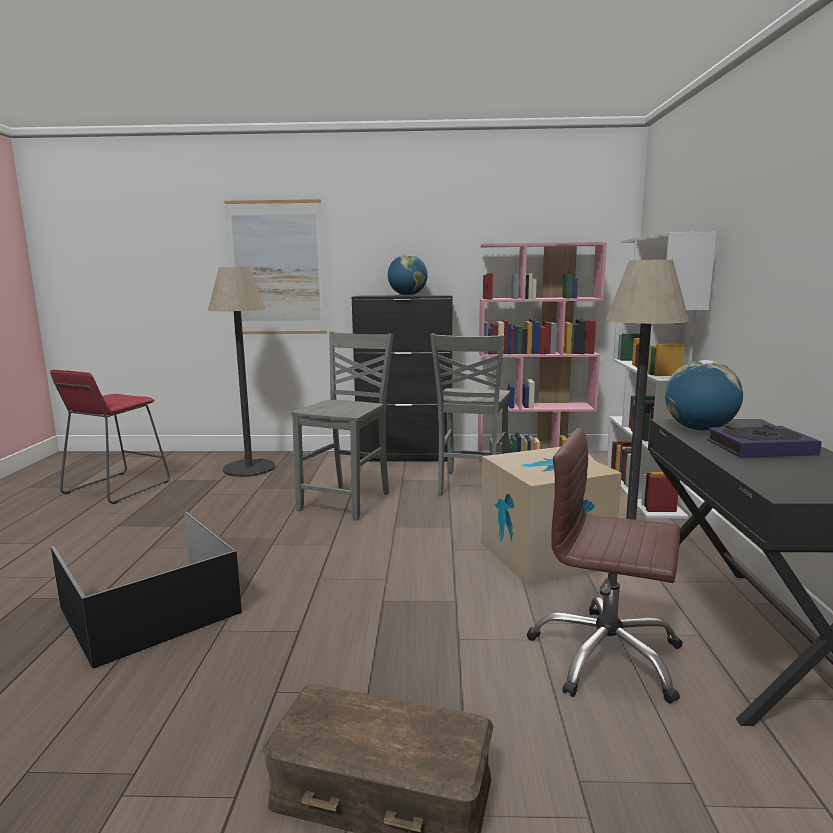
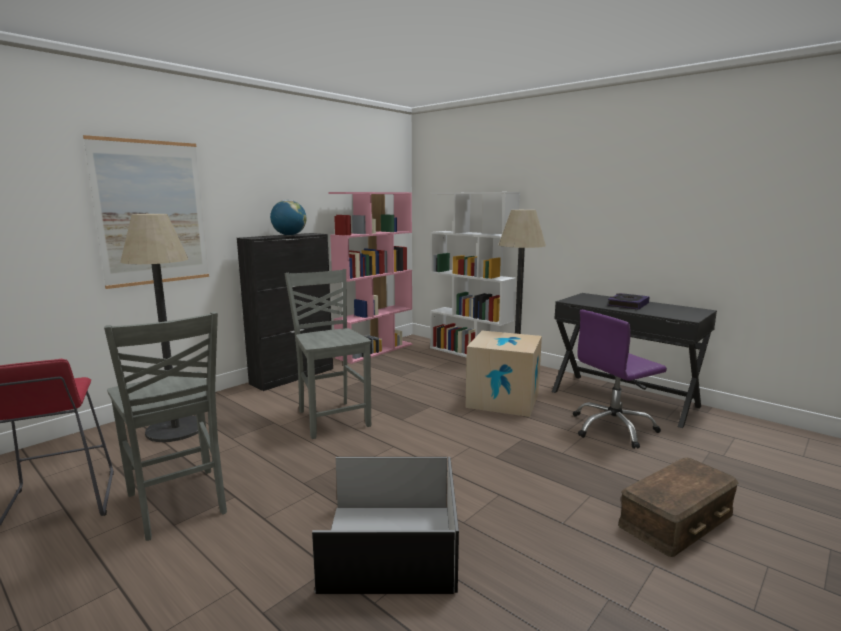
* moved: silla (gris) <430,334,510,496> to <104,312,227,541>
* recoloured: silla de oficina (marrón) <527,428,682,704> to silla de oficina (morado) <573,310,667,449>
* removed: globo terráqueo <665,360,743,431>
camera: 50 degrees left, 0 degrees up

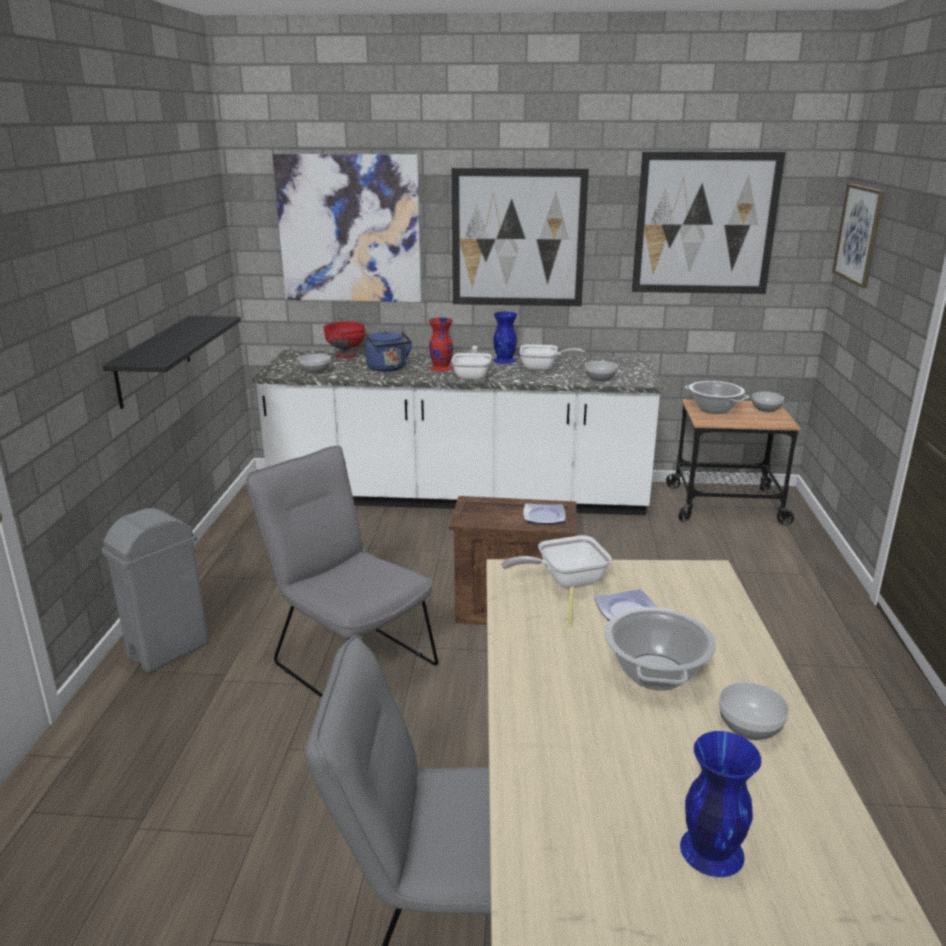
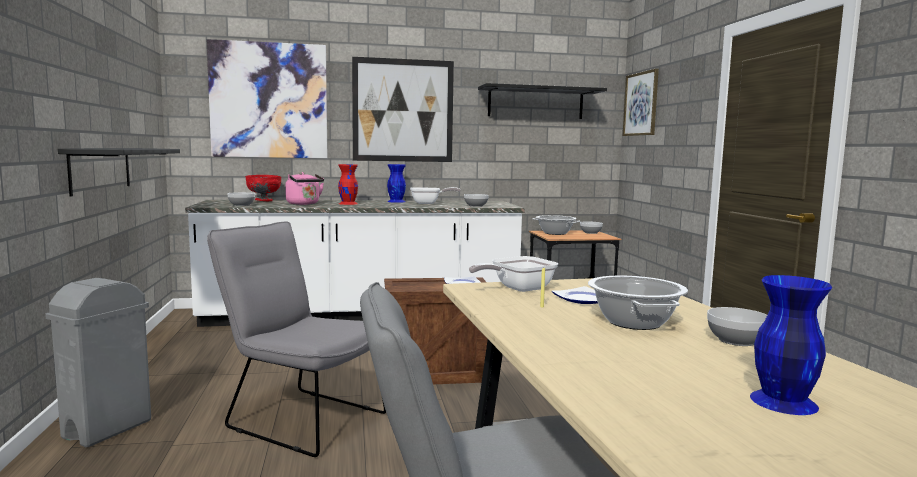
* recoloured: hervidor (azul) <366,330,412,372> to hervidor (rosa) <285,172,324,205>
* replaced: cuadro <632,152,786,294> to estante (negro) <478,83,607,119>
* removed: sartén <451,346,492,380>
camera: 15 degrees left, 15 degrees down

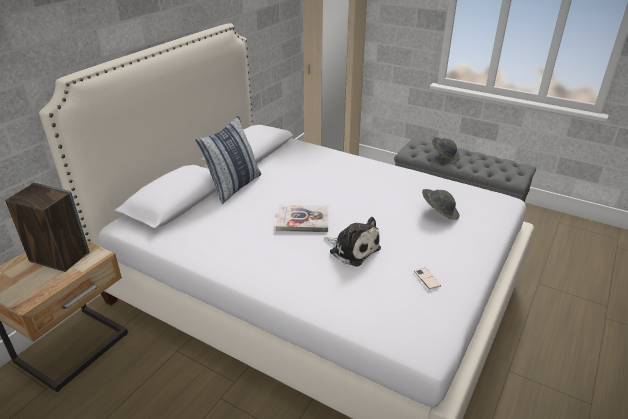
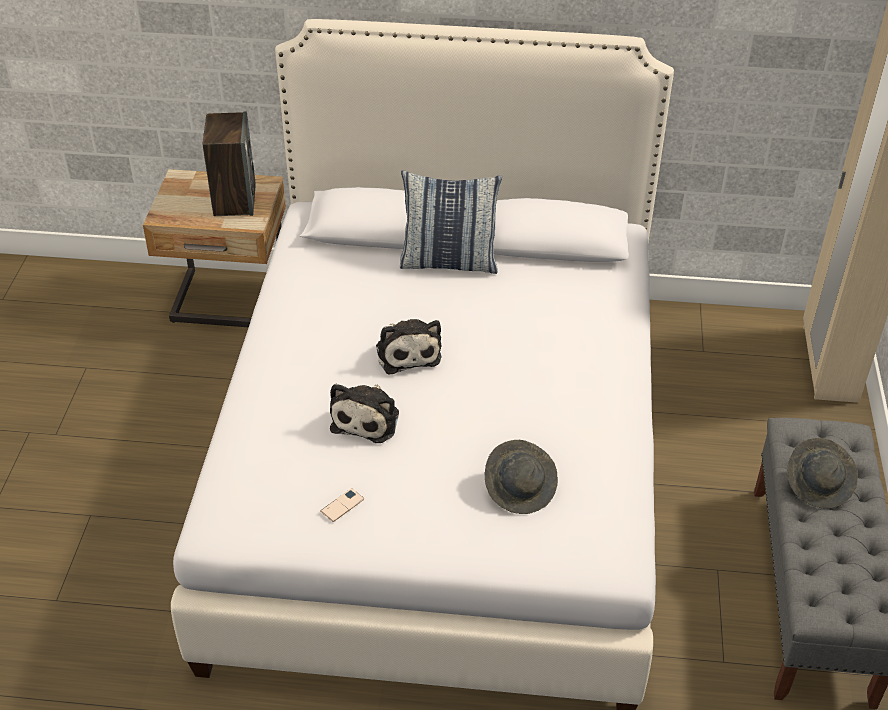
* replaced: libro <276,204,329,232> to peluche <376,319,442,375>
camera: 65 degrees right, 10 degrees up

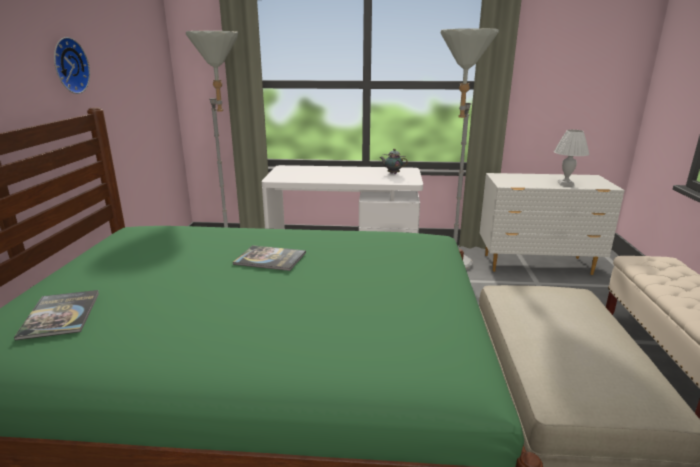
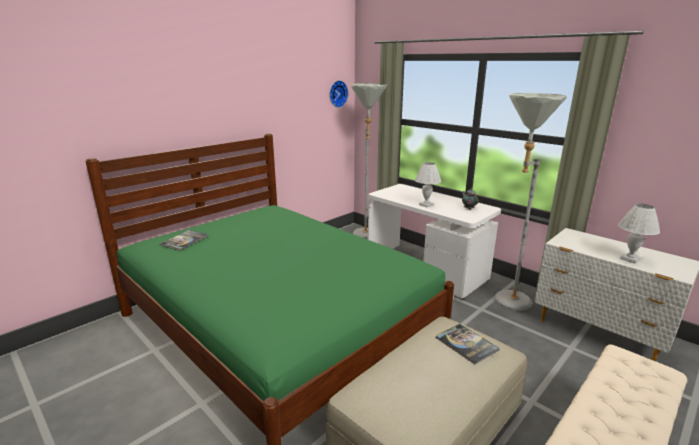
* moved: reloj de pared <54,37,90,94> to <329,80,348,108>
* added: lámpara de mesa (blanco) <415,162,441,207>
* moved: libro <233,245,306,271> to <436,324,500,364>
camera: 40 degrees right, 0 degrees up

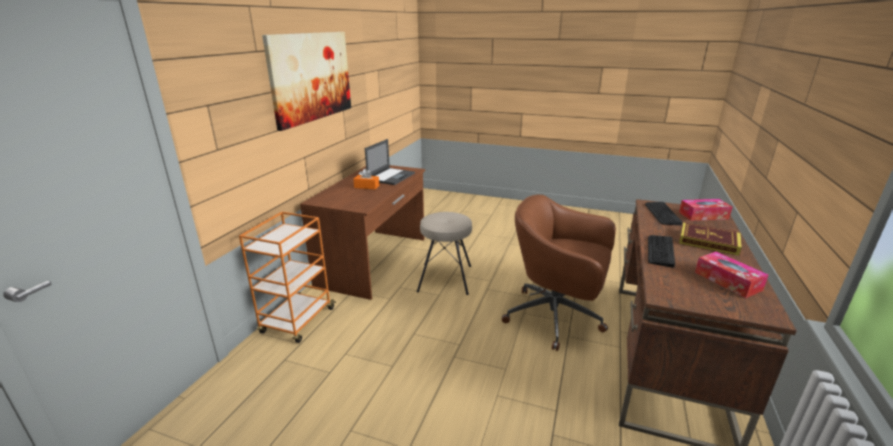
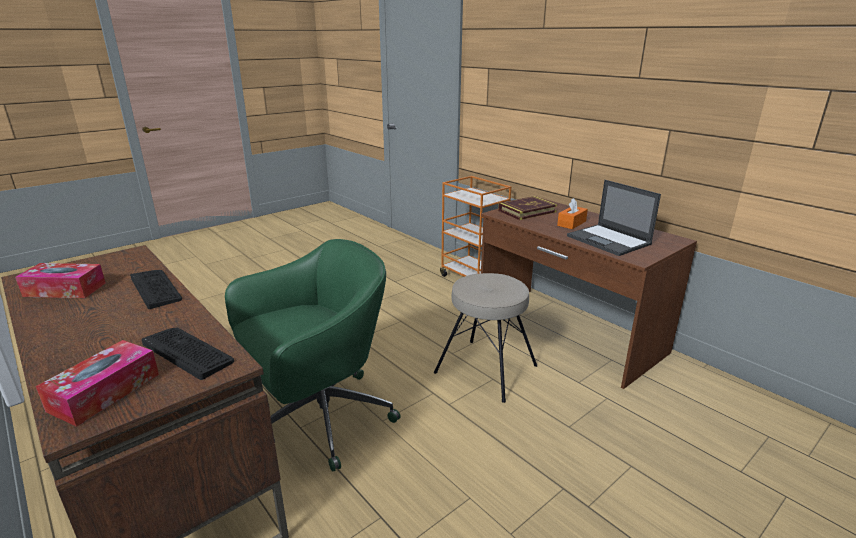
* recoloured: silla de oficina (marrón) <502,195,616,351> to silla de oficina (verde) <225,239,401,471>
* moved: libro <679,222,742,256> to <498,196,557,220>
* removed: cuadro <262,32,351,131>
camera: 120 degrees right, 0 degrees up

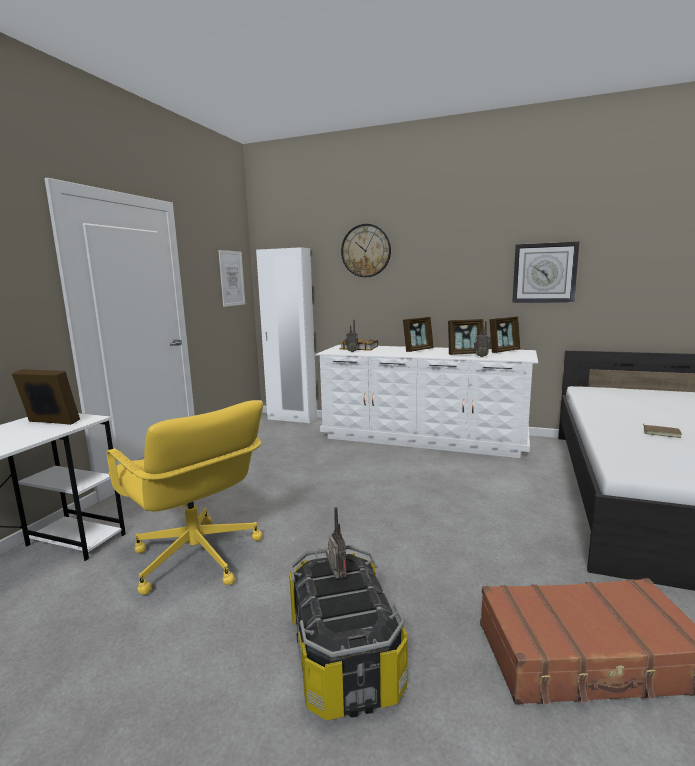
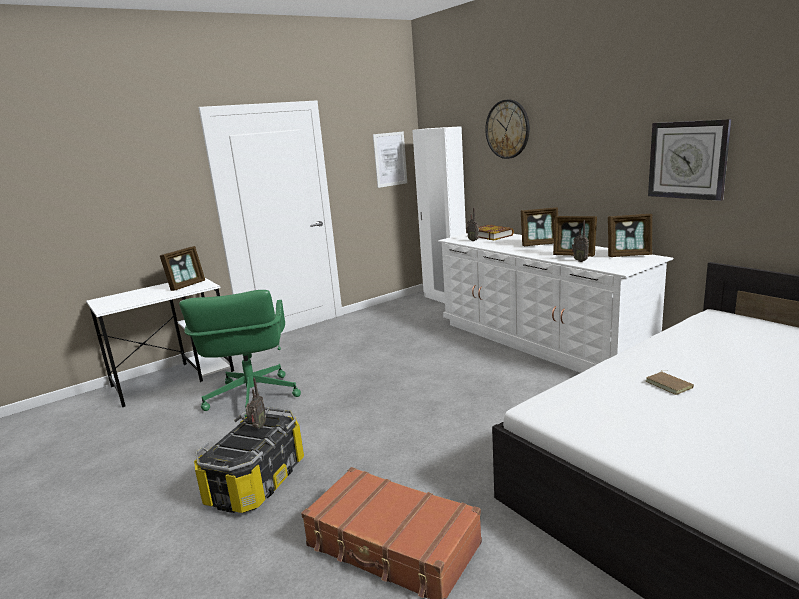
* turned: portarretratos <12,369,80,425> = <160,246,205,291> 75 degrees clockwise
* recoloured: silla de oficina (amarillo) <107,400,263,595> to silla de oficina (verde) <179,290,301,418>
camera: 35 degrees right, 5 degrees up

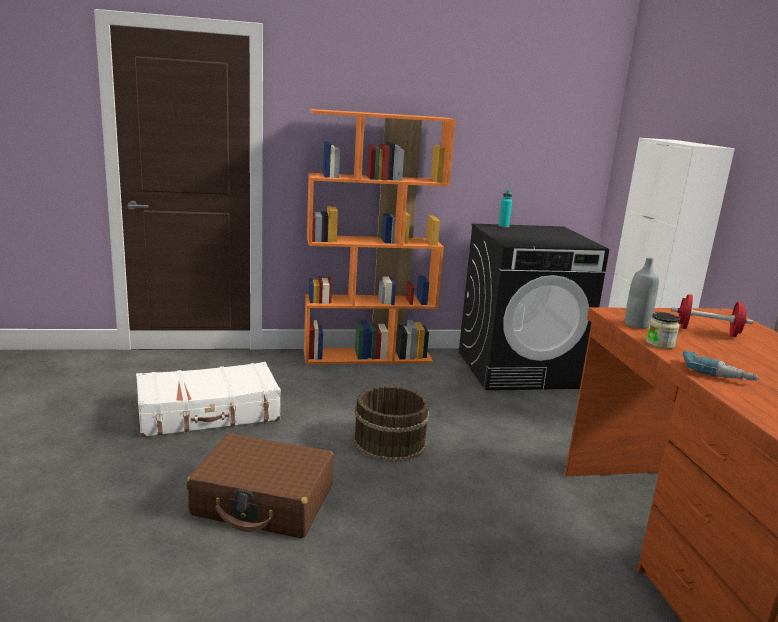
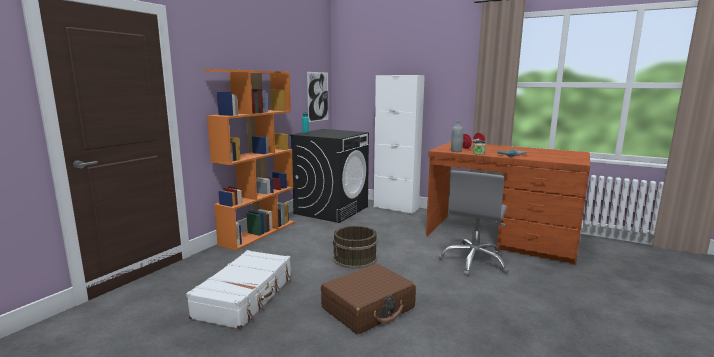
* added: cuadro <307,72,328,122>
* added: silla de oficina (gris) <438,170,509,276>
camera: 50 degrees left, 5 degrees down

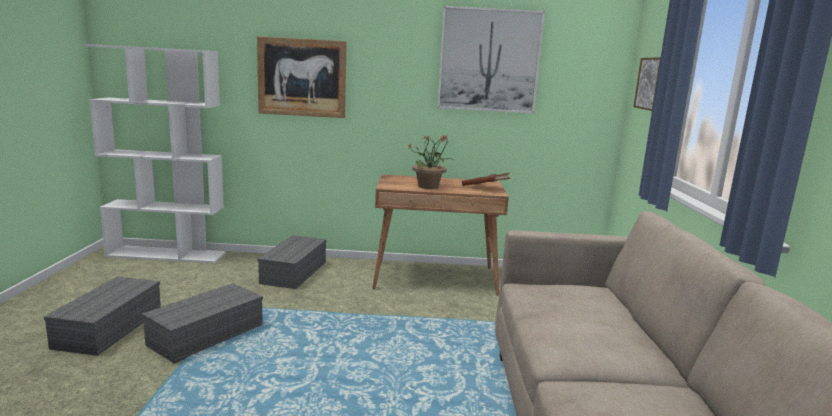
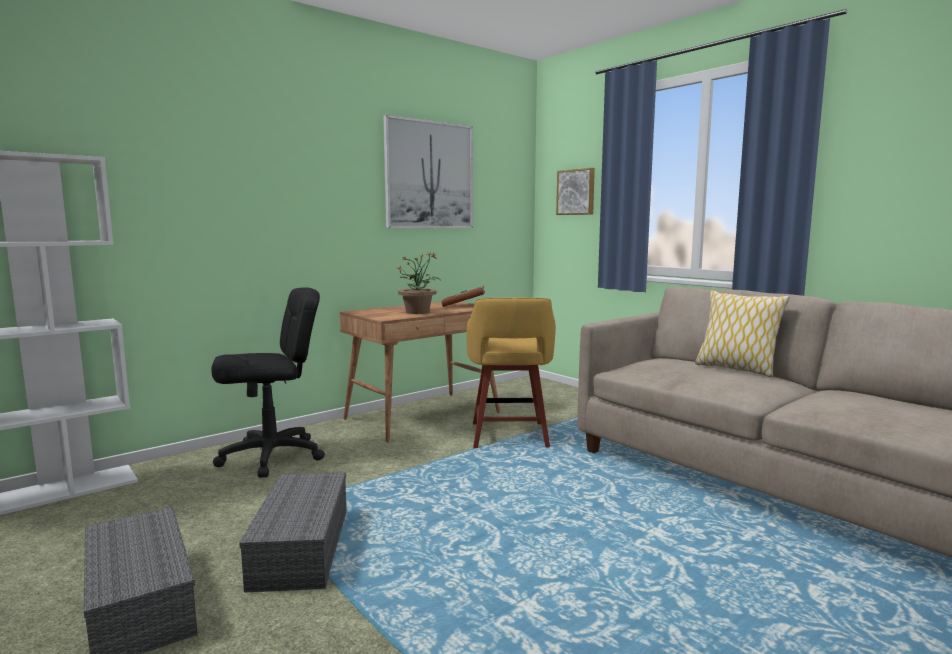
* replaced: caja de almacenaje (gris) <258,235,326,289> to silla de oficina (negro) <211,287,325,478>
* added: taburete (amarillo) <466,298,556,449>
* added: cojín <695,290,790,377>
* removed: cuadro <257,36,347,118>
camera: 40 degrees left, 5 degrees down

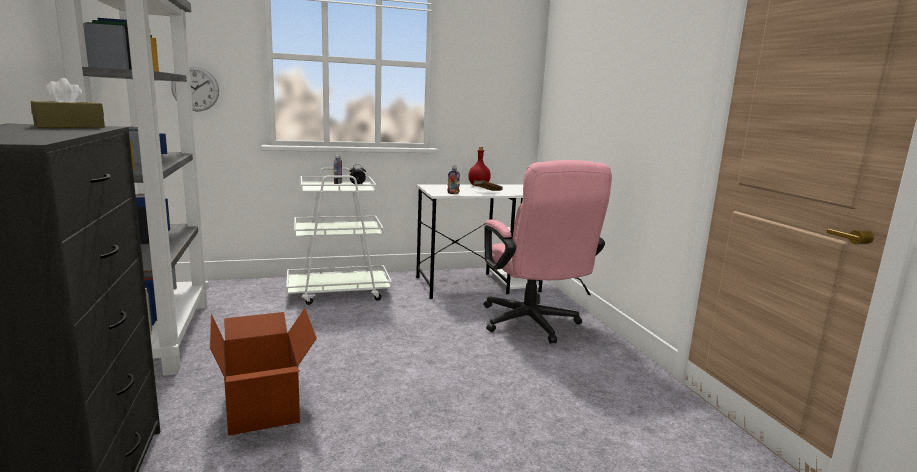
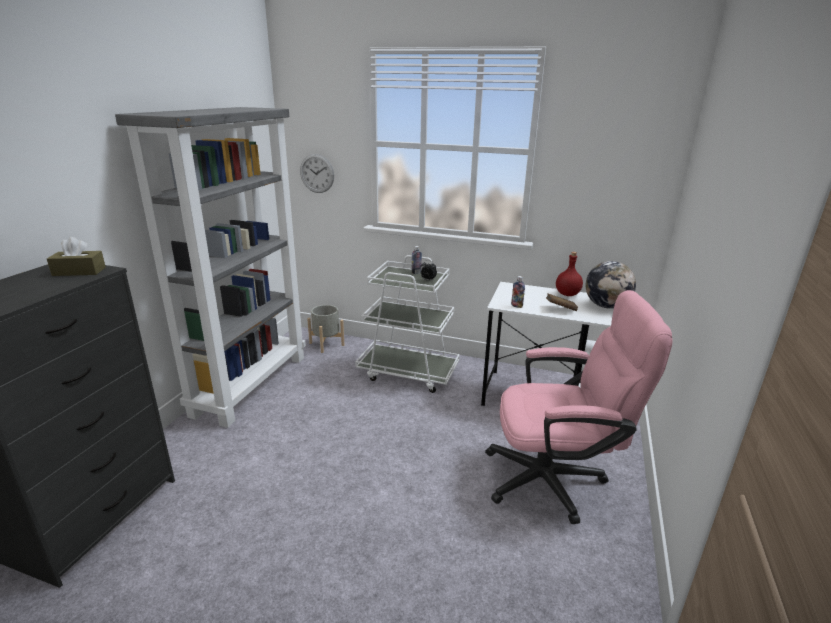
* added: maceta (gris) <307,305,344,353>
* turned: silla de oficina (rosa) <484,160,612,344> = <485,290,673,524> 105 degrees counterclockwise
* added: globo terráqueo <586,261,636,309>
* removed: caja de cartón <210,308,317,436>
camera: 35 degrees right, 10 degrees up

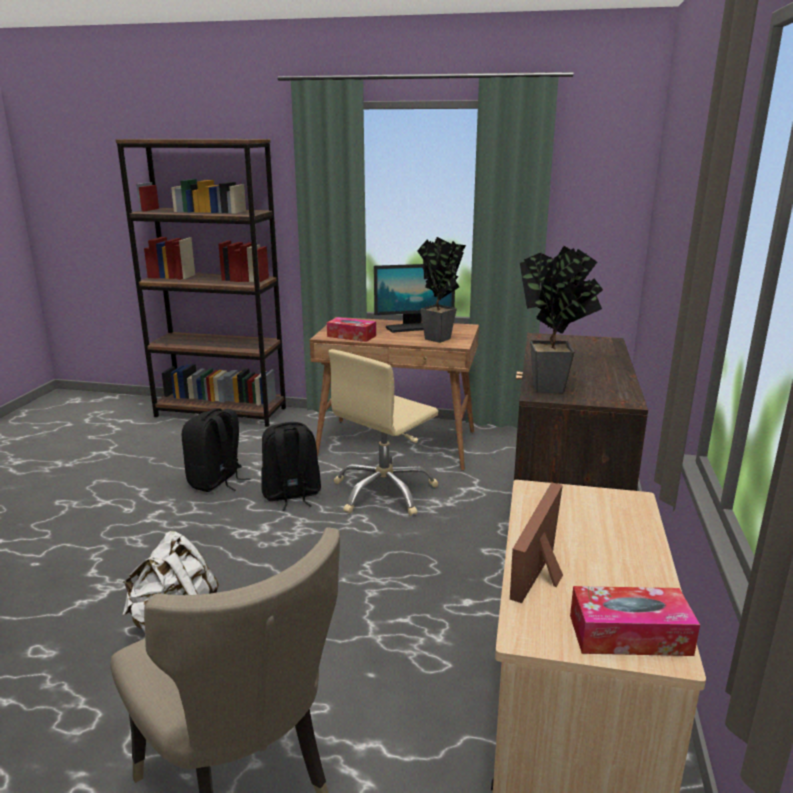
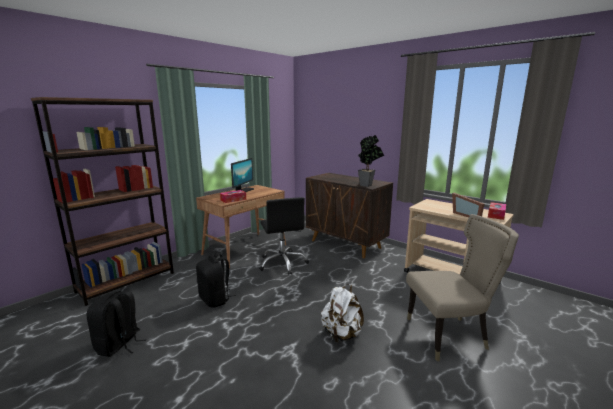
* moved: mochila (negro) <261,422,321,511> to <86,291,146,357>
* recoloured: silla de oficina (beis) <329,349,438,516> to silla de oficina (negro) <259,197,309,275>
* removed: planta en maceta <417,237,466,343>
camera: 60 degrees left, 5 degrees down

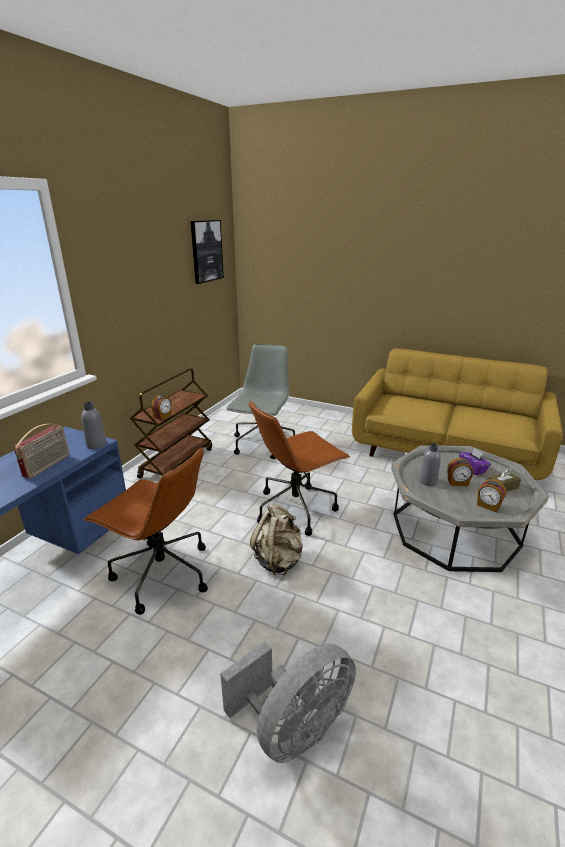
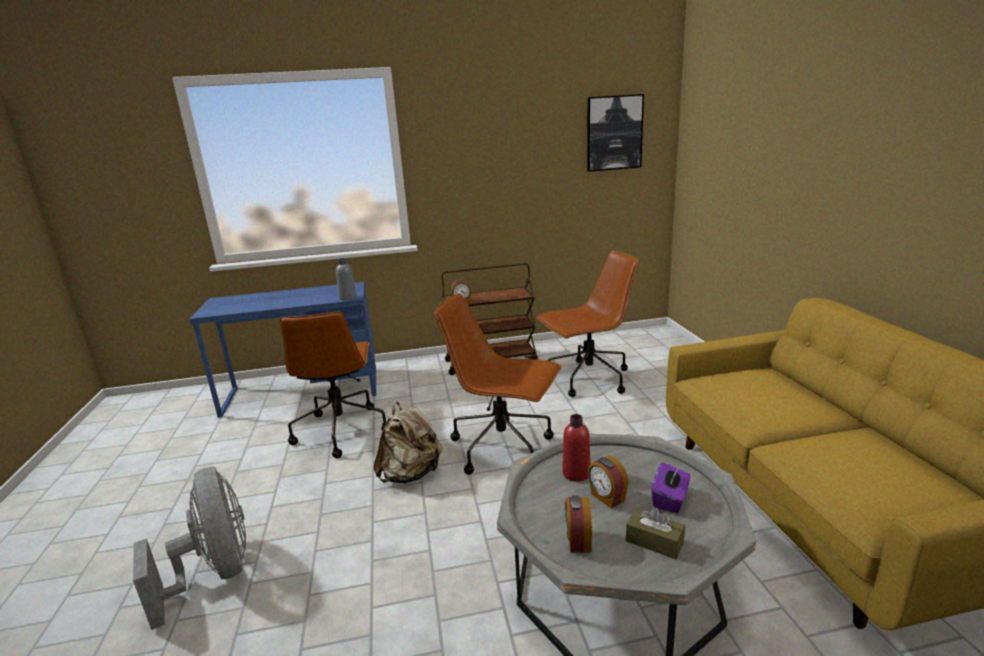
* turned: ventilador (gris) <220,641,356,763> = <133,467,246,630> 135 degrees counterclockwise
* recoloured: silla de oficina (gris) <226,344,295,459> to silla de oficina (marrón) <536,251,639,397>
* recoloured: botella (gris) <419,443,441,486> to botella (rojo) <562,414,591,482>
* removed: radio <14,424,69,479>
camera: 55 degrees right, 5 degrees down

